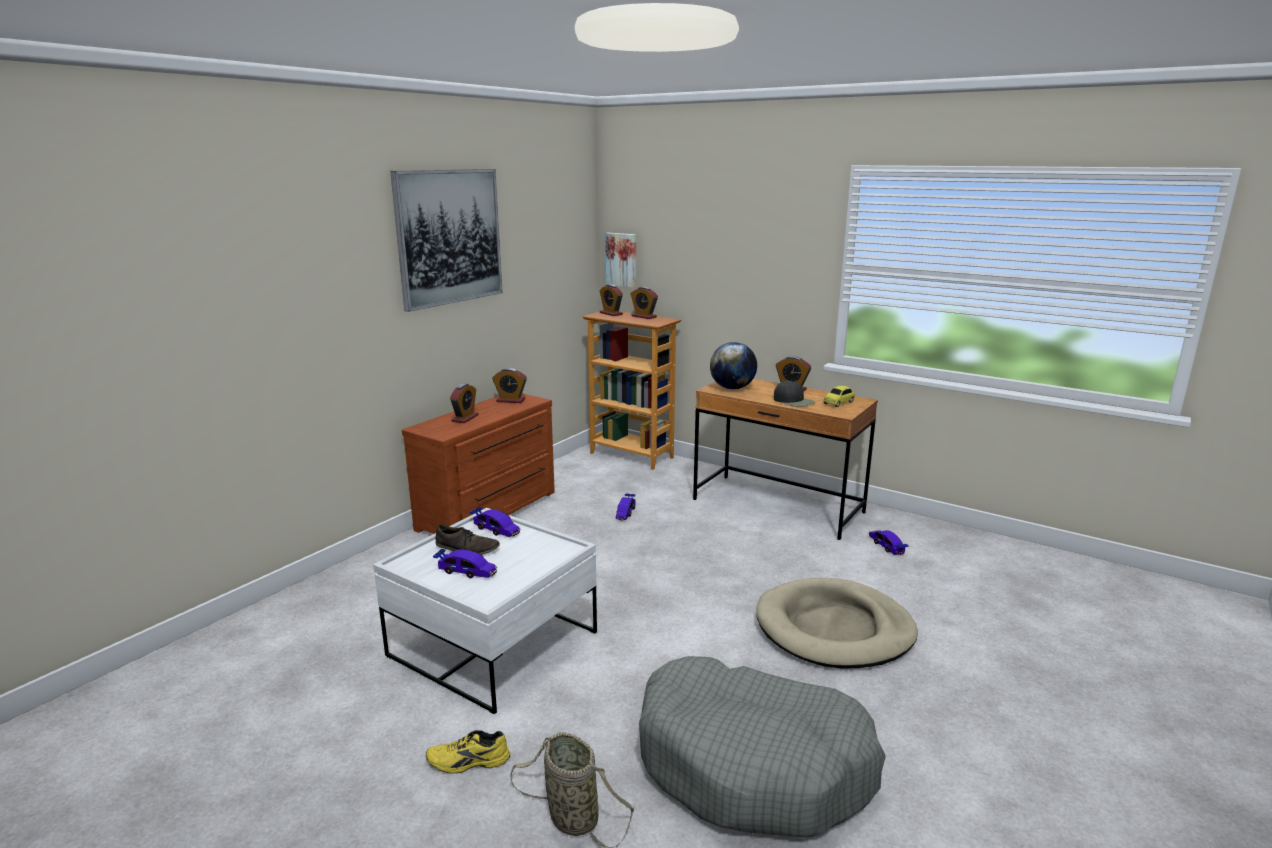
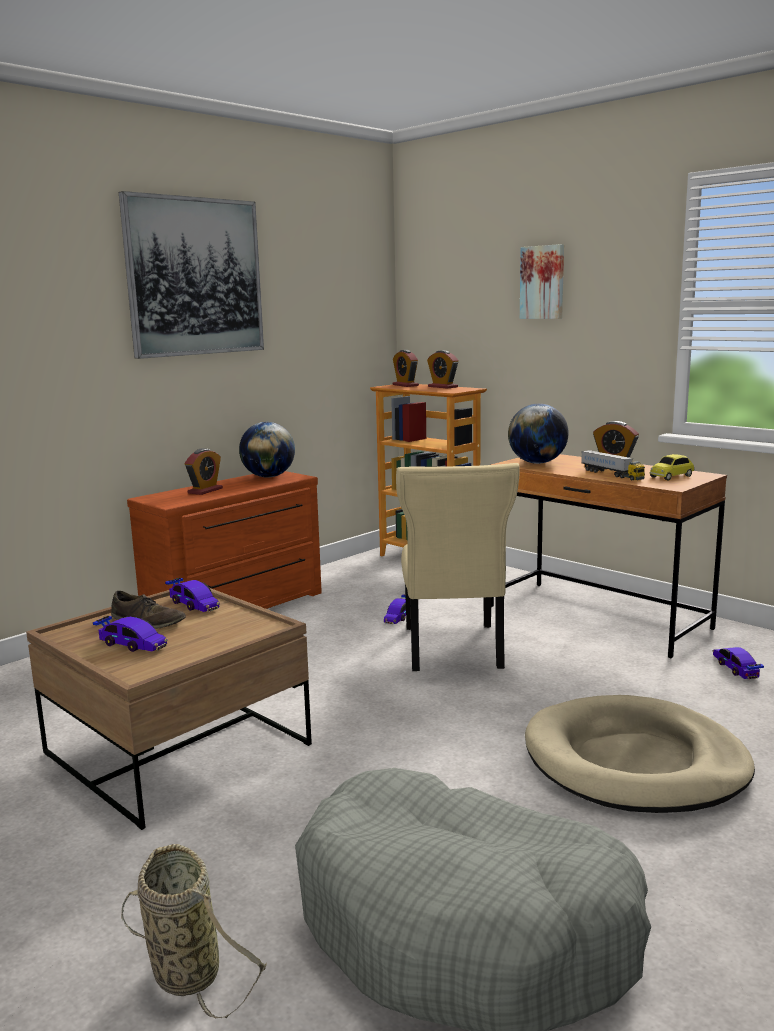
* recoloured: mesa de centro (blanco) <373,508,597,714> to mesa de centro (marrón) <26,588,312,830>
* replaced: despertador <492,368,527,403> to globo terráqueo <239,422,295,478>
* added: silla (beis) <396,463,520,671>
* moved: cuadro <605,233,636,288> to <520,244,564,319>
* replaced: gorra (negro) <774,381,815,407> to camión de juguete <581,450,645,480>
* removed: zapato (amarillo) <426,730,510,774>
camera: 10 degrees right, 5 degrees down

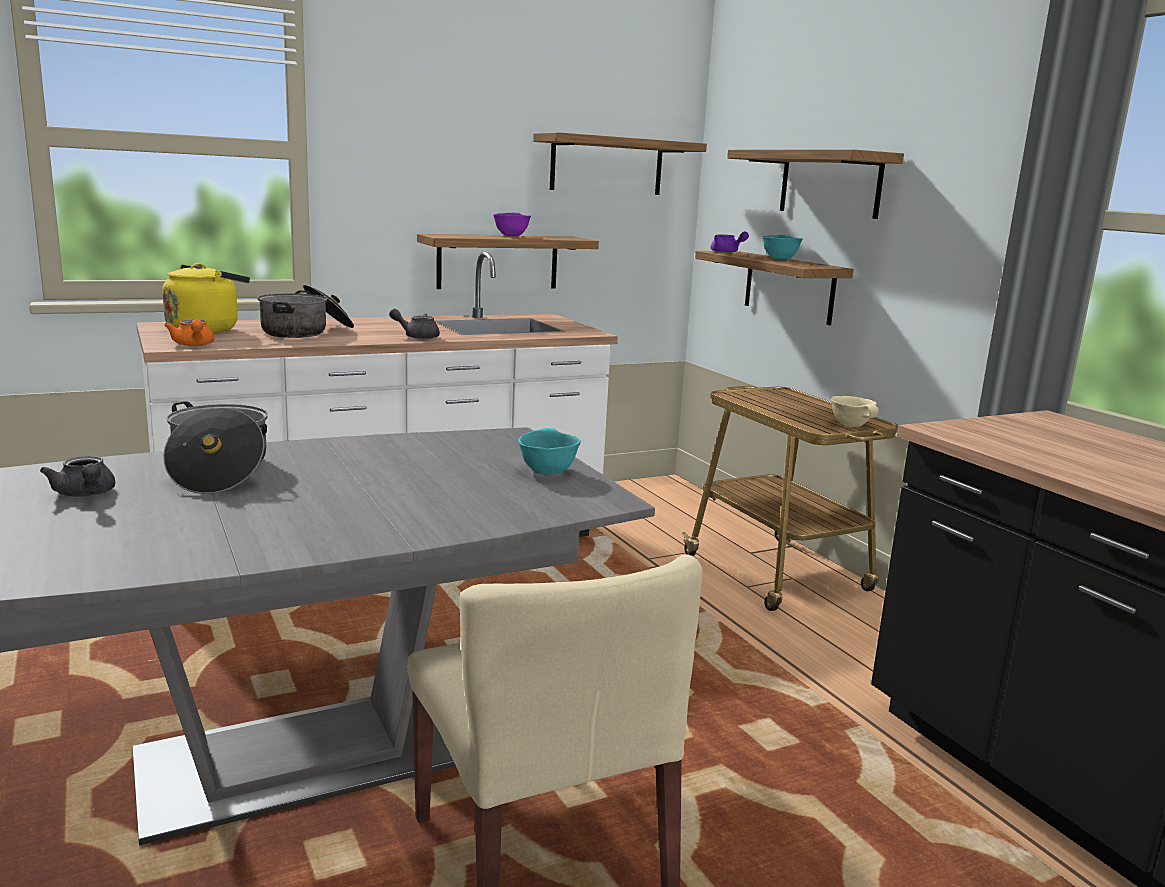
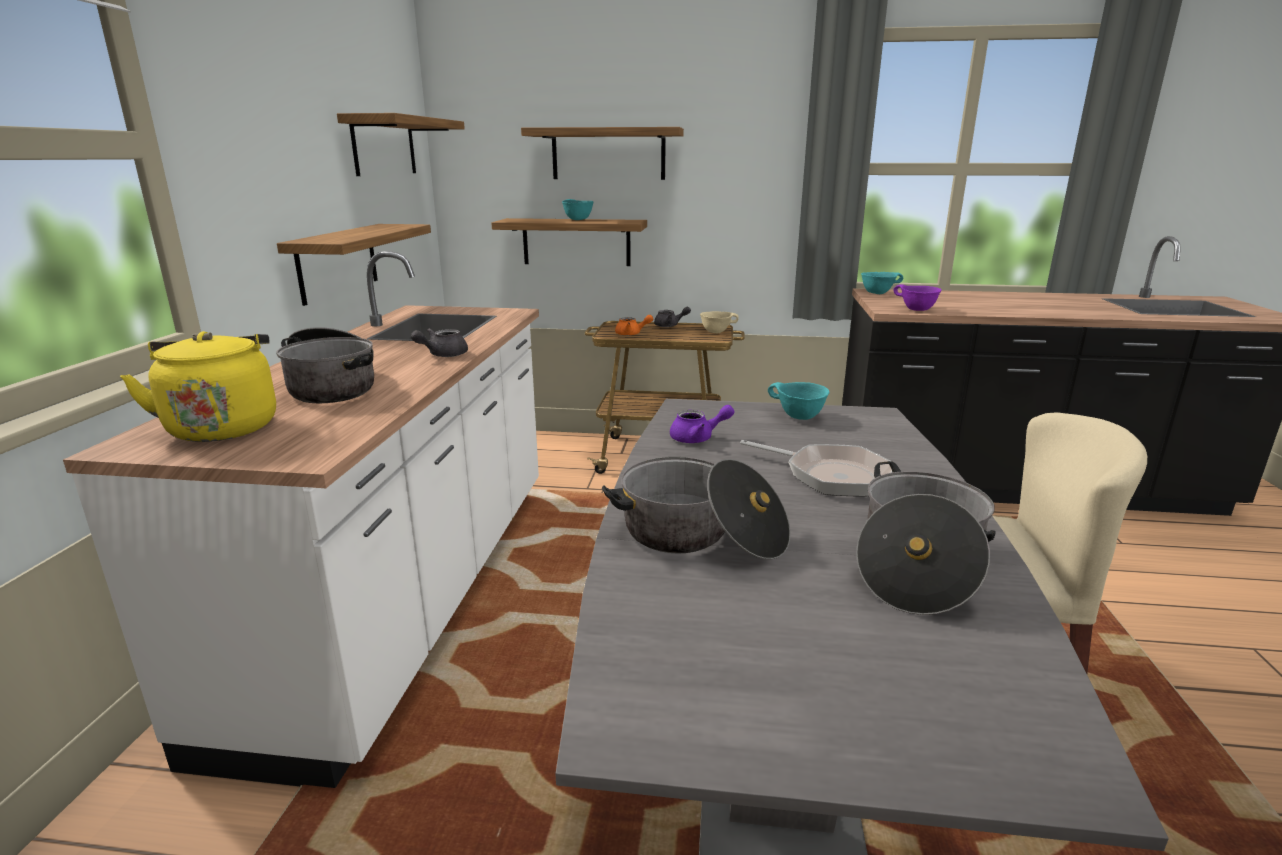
* moved: tetera (naranja) <164,319,214,346> to <615,315,653,336>
* moved: tetera (gris) <40,456,115,497> to <654,307,691,327>
* moved: tetera (morado) <710,231,749,253> to <670,405,734,443>
* added: sartén <740,440,893,497>
* added: olla <856,461,996,615>
* added: cuenco (turquesa) <861,272,903,294>
* moved: cuenco (morado) <493,212,531,236> to <893,284,941,311>
camera: 55 degrees left, 5 degrees up

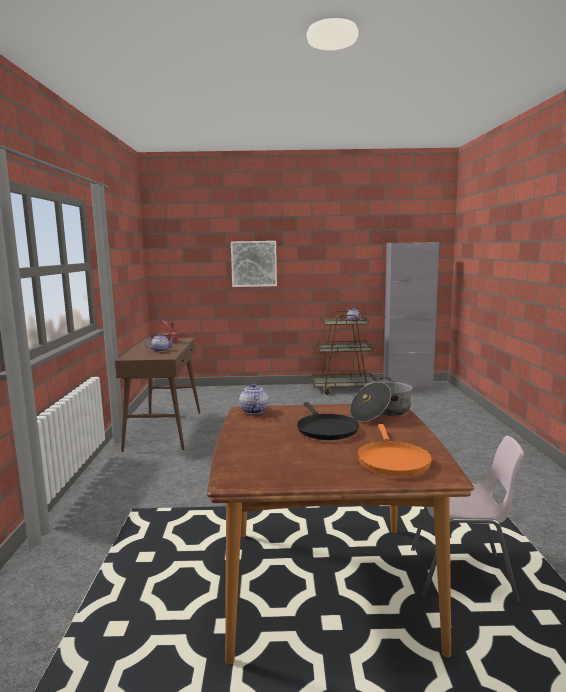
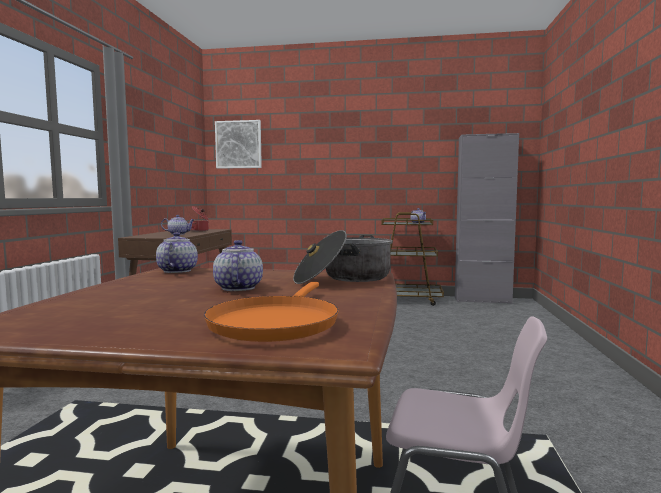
* replaced: sartén (negro) <297,402,359,440> to tetera <213,240,263,291>
* moved: cuadro <231,241,277,287> to <215,120,262,169>
camera: 10 degrees right, 5 degrees down

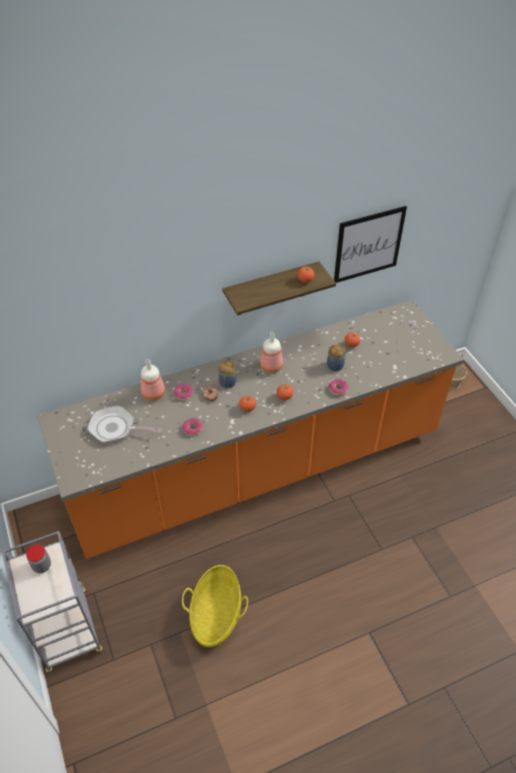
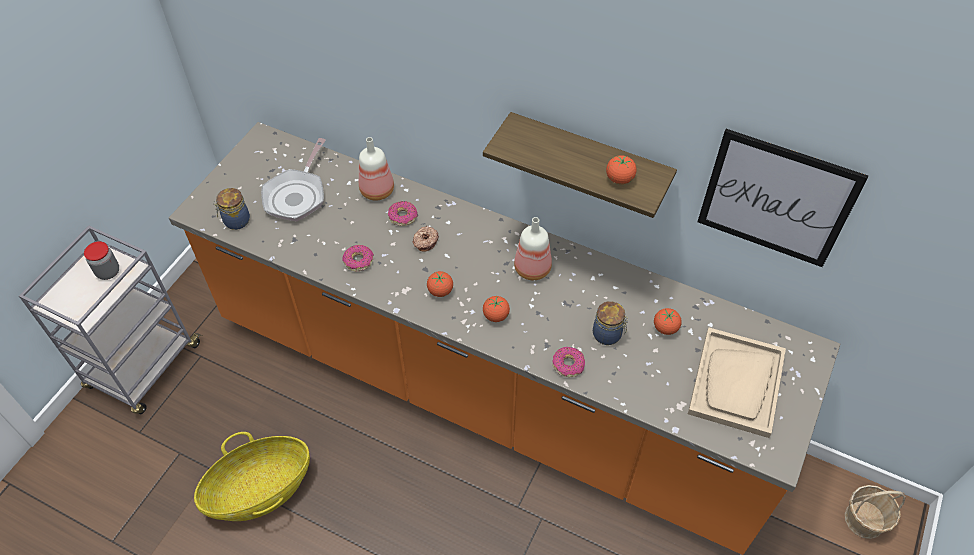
* moved: tarro <219,361,236,388> to <213,188,250,230>
* turned: sartén <87,406,162,444> = <261,138,326,222> 135 degrees counterclockwise
* added: bandeja (beis) <688,327,786,438>
camera: 50 degrees right, 5 degrees up

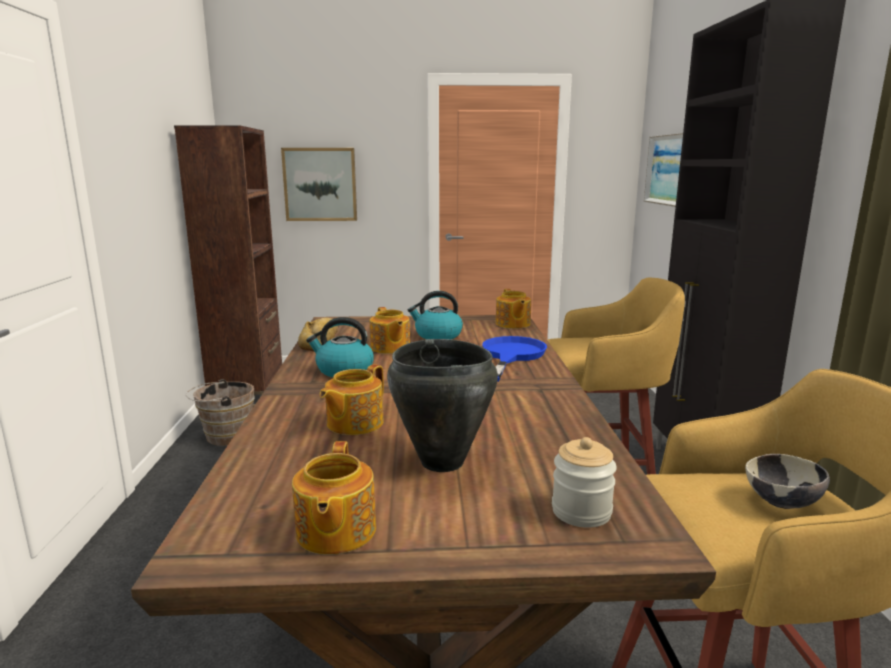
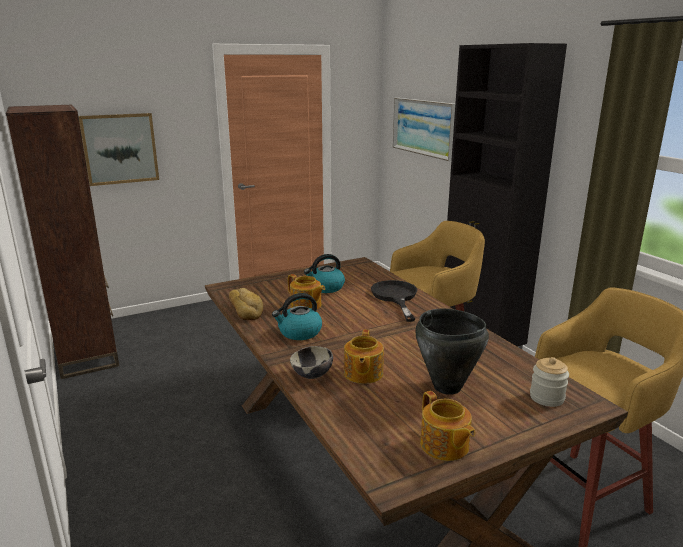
* moved: cuenco <745,454,830,509> to <290,346,333,379>
* recoloured: sartén (azul) <482,336,547,382> to sartén (negro) <371,280,418,322>
* removed: cubo (marrón) <186,379,255,446>
* removed: tetera <496,289,531,329>
camera: 25 degrees left, 5 degrees up

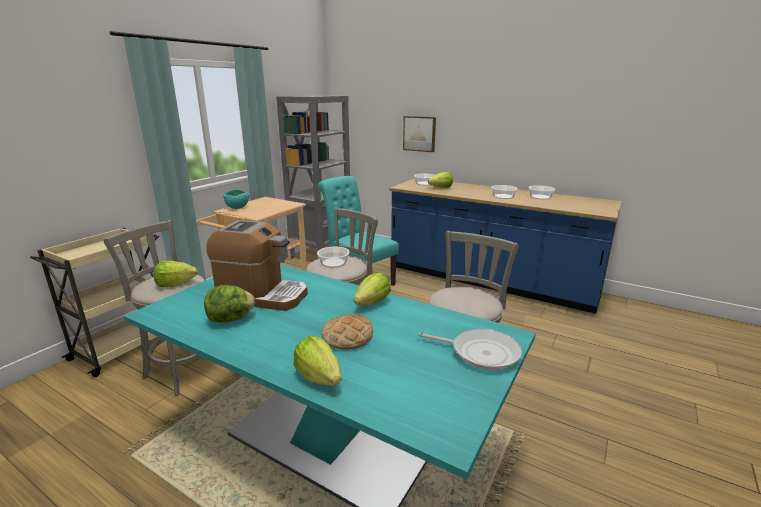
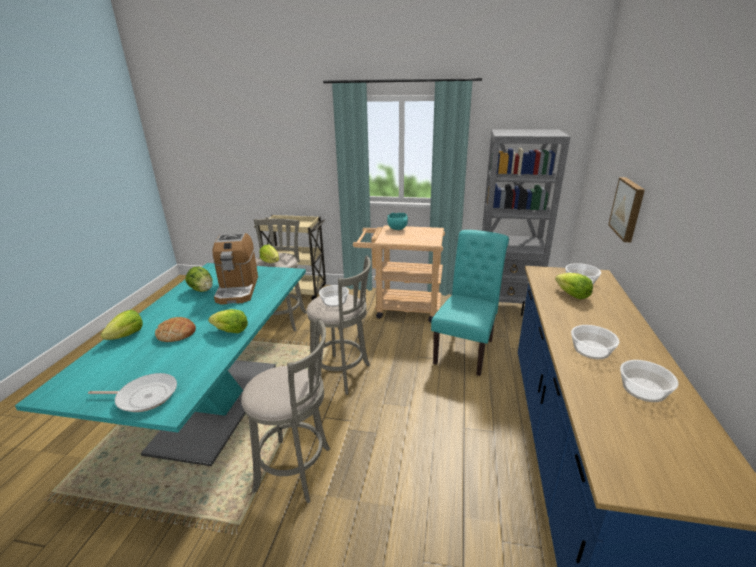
* turned: sartén <419,329,522,370> = <88,373,177,412> 90 degrees counterclockwise
camera: 70 degrees right, 5 degrees up

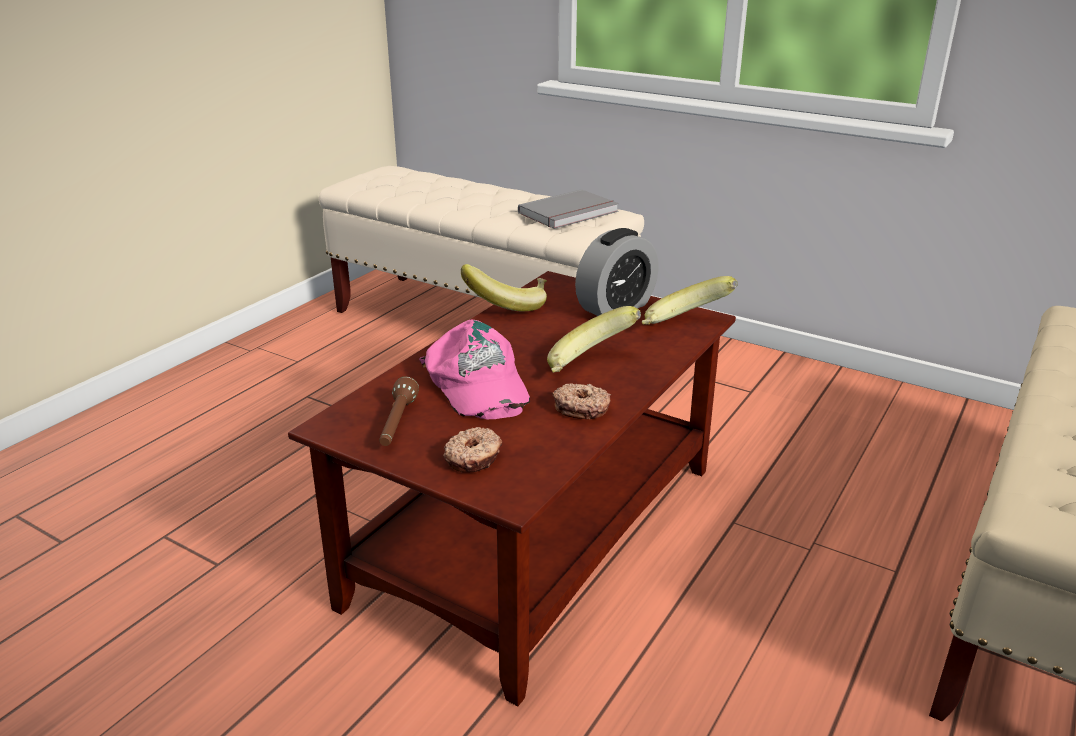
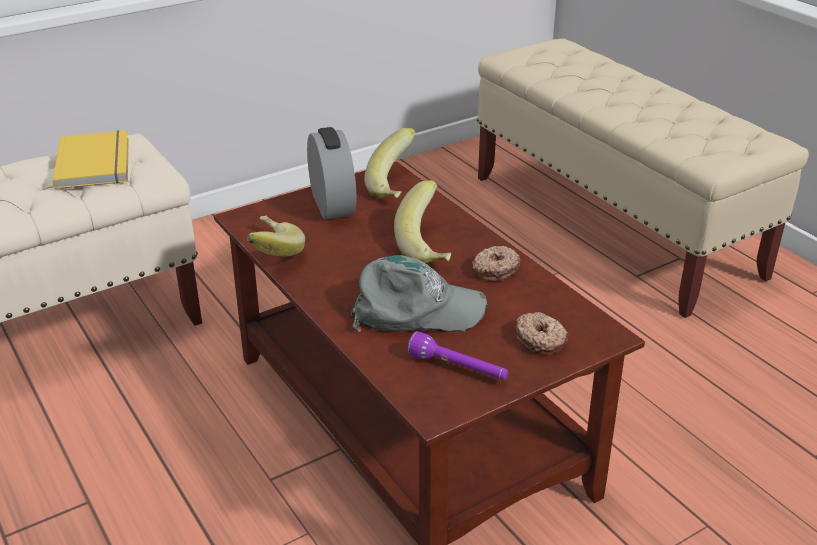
* recoloured: libro (gris) <518,189,619,229> to libro (amarillo) <52,130,129,189>
* recoloured: gorra (rosa) <419,319,530,419> to gorra (gris) <351,255,488,333>
* recoloured: linterna (marrón) <379,376,419,446> to linterna (morado) <407,331,508,380>
camera: 65 degrees left, 5 degrees up

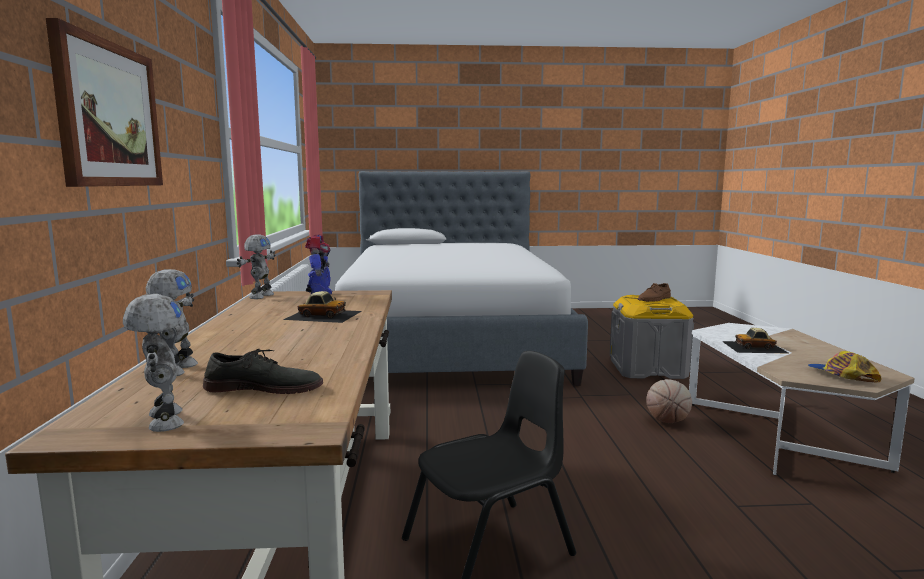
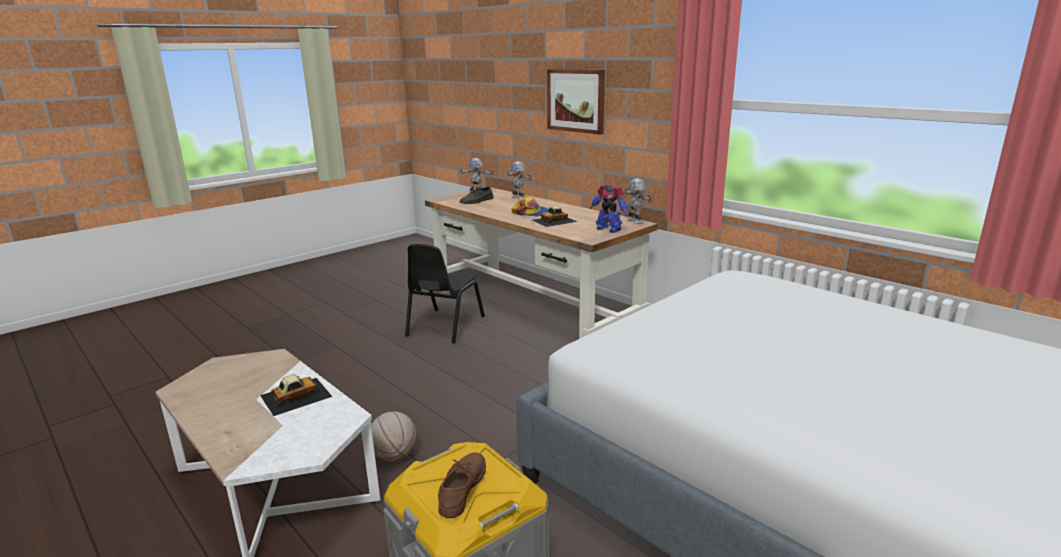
* moved: gorra <808,351,881,383> to <512,196,549,216>
camera: 140 degrees right, 10 degrees up

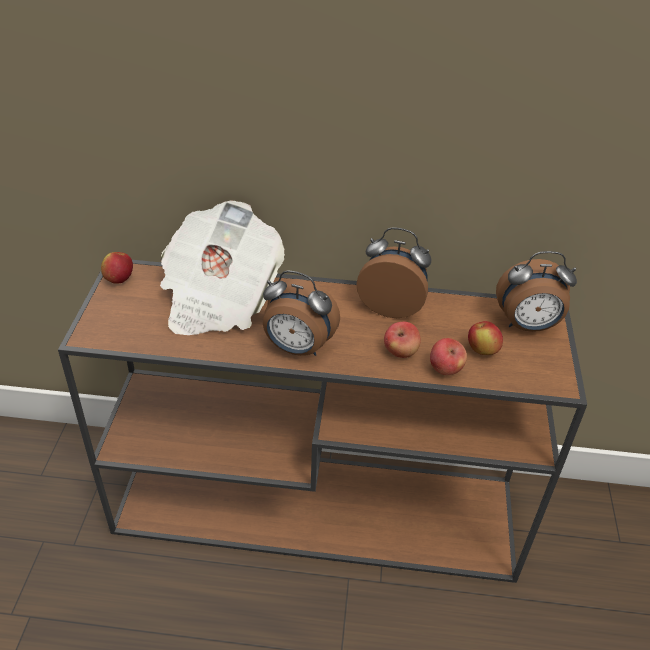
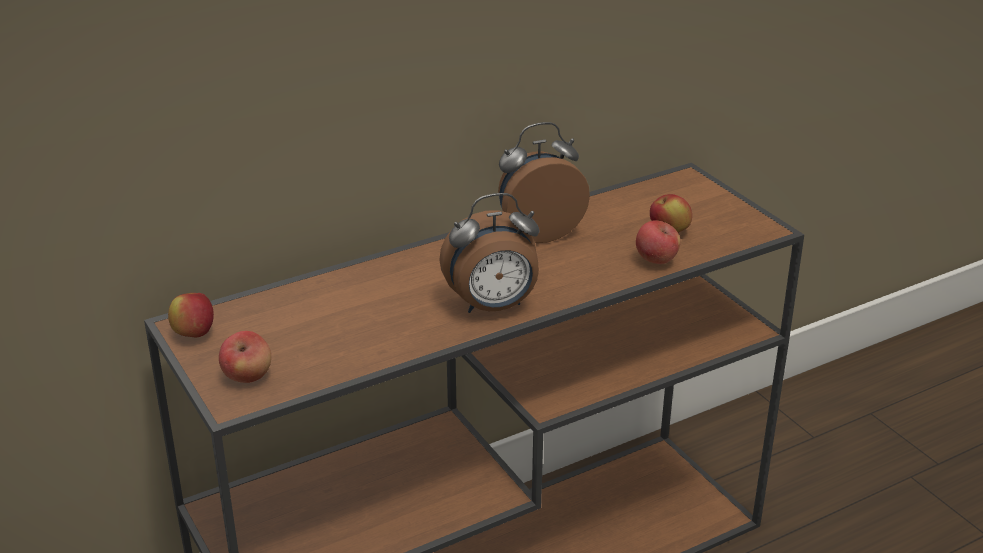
* moved: manzana <384,322,421,358> to <219,331,271,383>
* removed: periódico <160,201,285,335>
* removed: despertador <496,251,577,332>
camera: 35 degrees left, 10 degrees down

